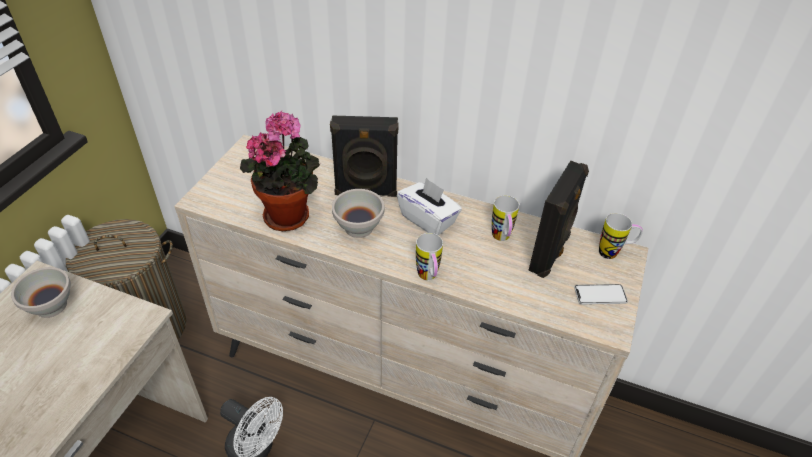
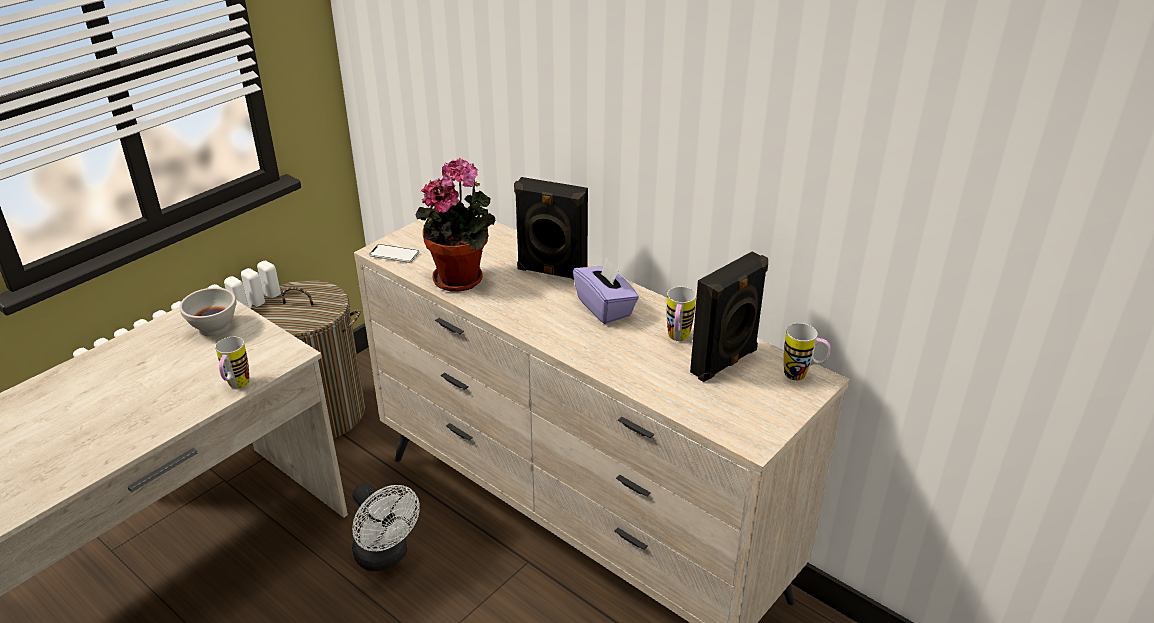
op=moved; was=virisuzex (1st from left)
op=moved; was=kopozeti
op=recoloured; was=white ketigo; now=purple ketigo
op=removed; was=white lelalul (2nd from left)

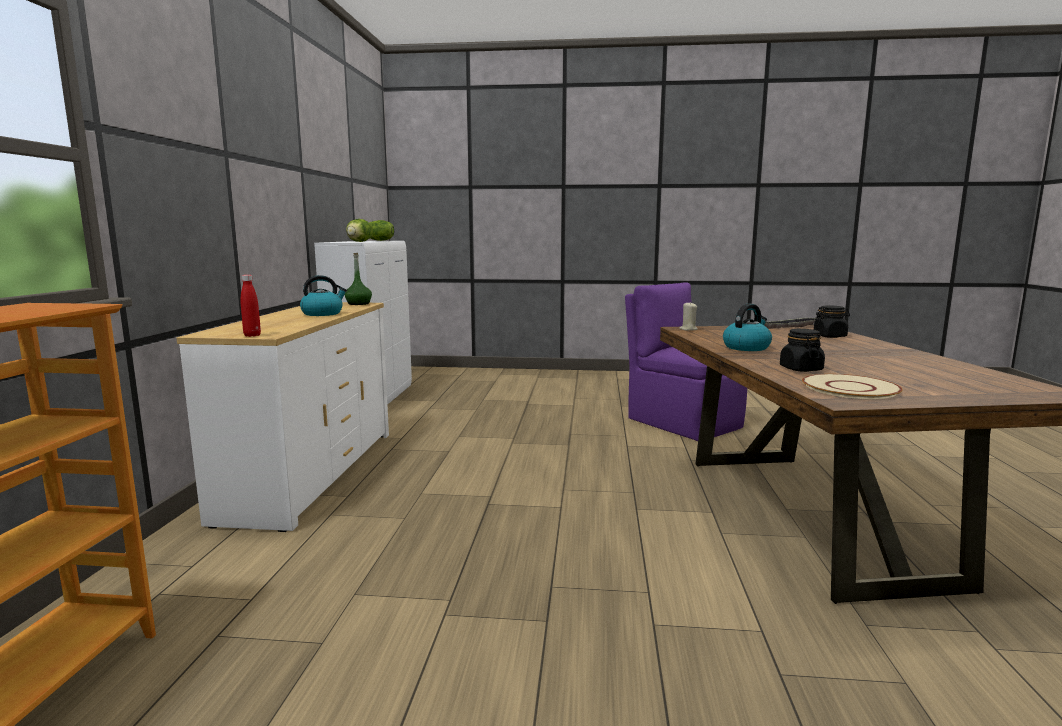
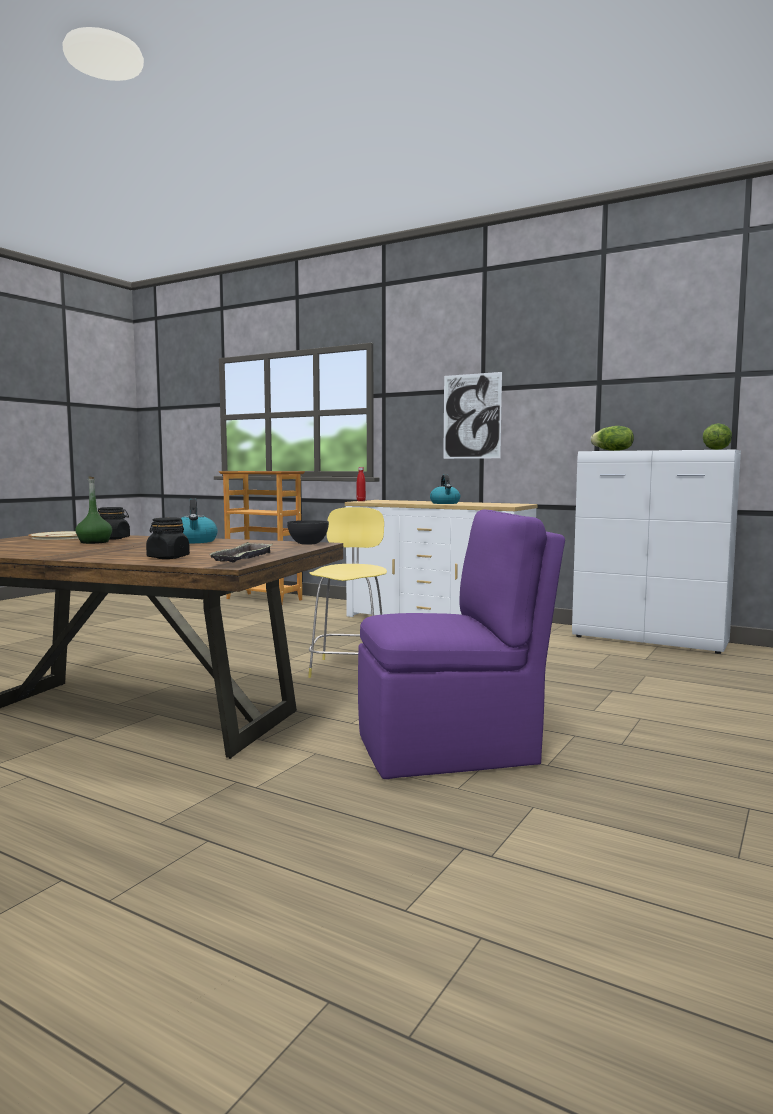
op=moved; was=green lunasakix
op=replaced; was=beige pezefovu; now=grey lelalul
op=added; now=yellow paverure
op=added; now=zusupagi

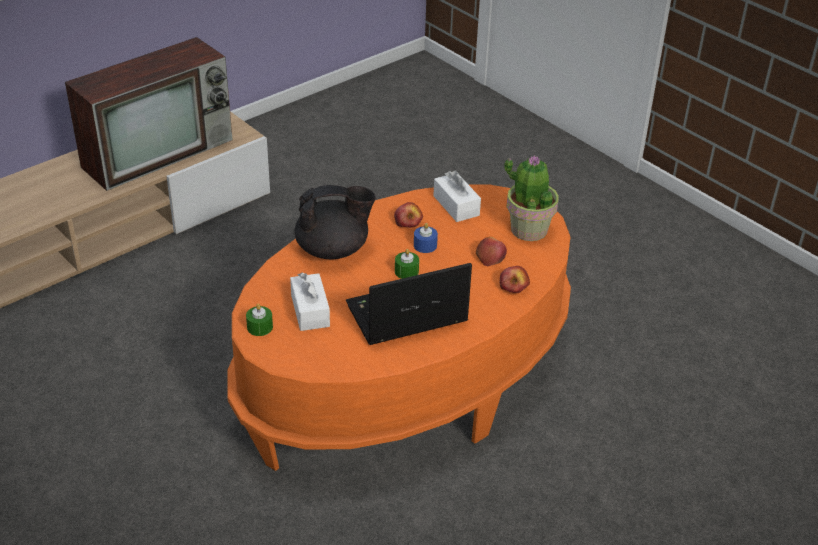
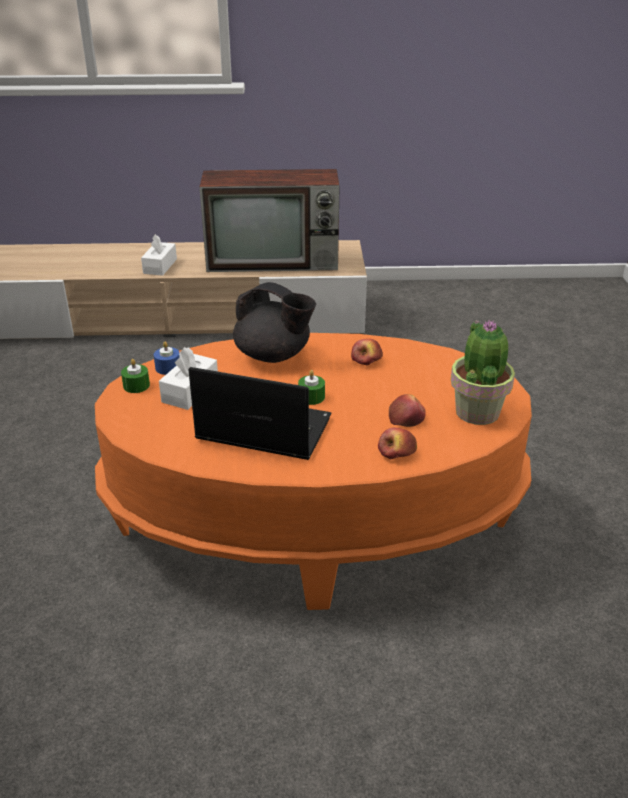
op=moved; was=white ketigo (2nd from left in the first image); now=white ketigo (1st from left)
op=moved; was=blue pezefovu

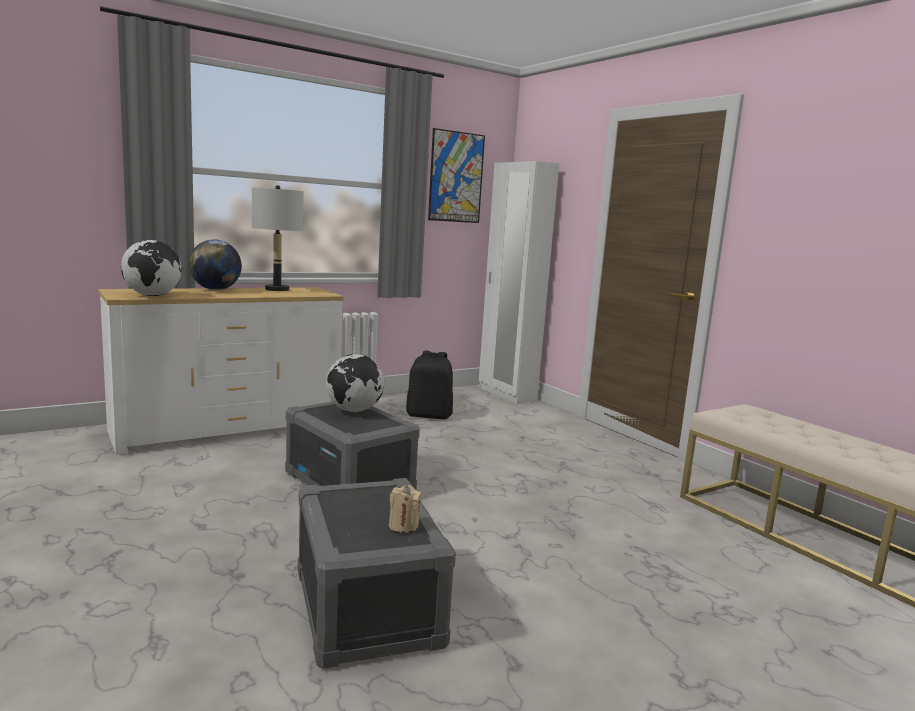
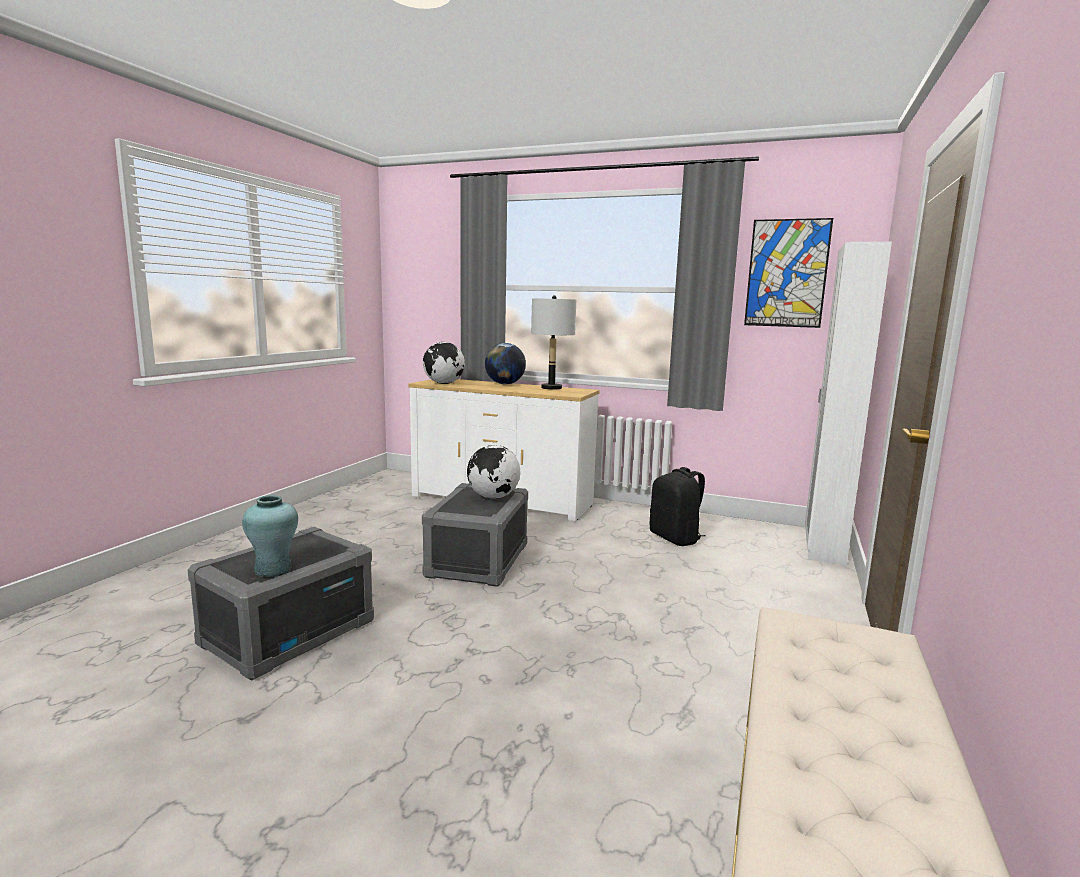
op=replaced; was=beige pezefovu; now=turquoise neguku

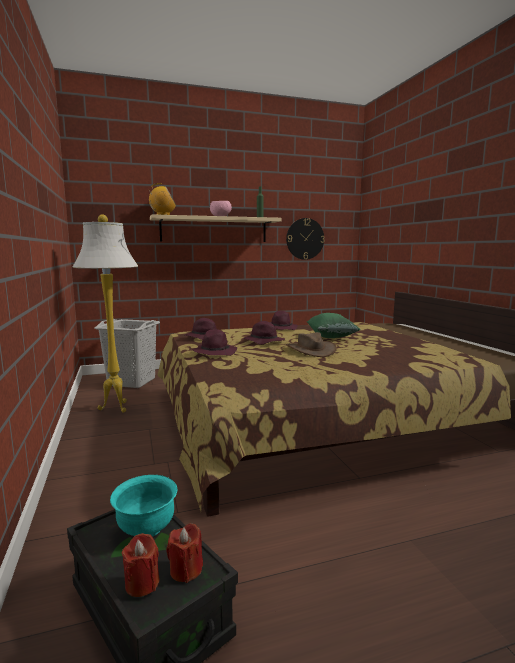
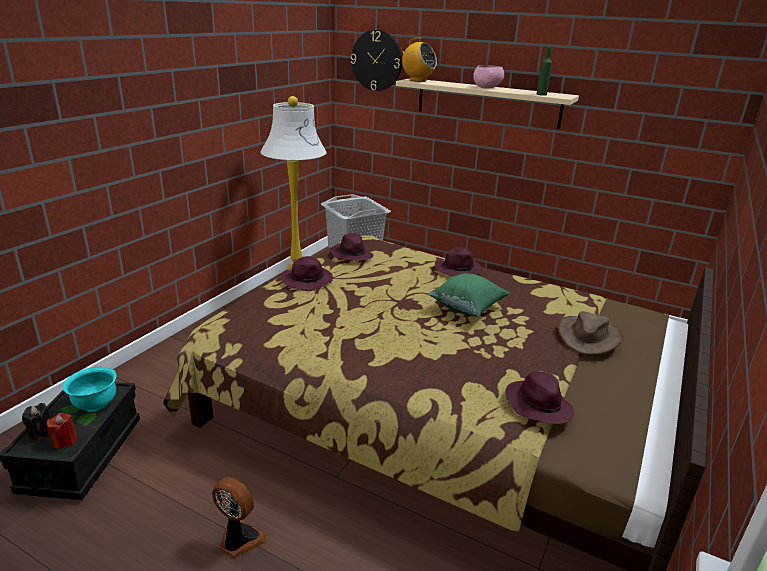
op=recoloured; was=red pezefovu (1st from left); now=black pezefovu
op=added; now=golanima
op=moved; was=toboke
op=moved; was=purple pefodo (3rd from left in the first image); now=purple pefodo (4th from left)
op=moved; was=brown pefodo

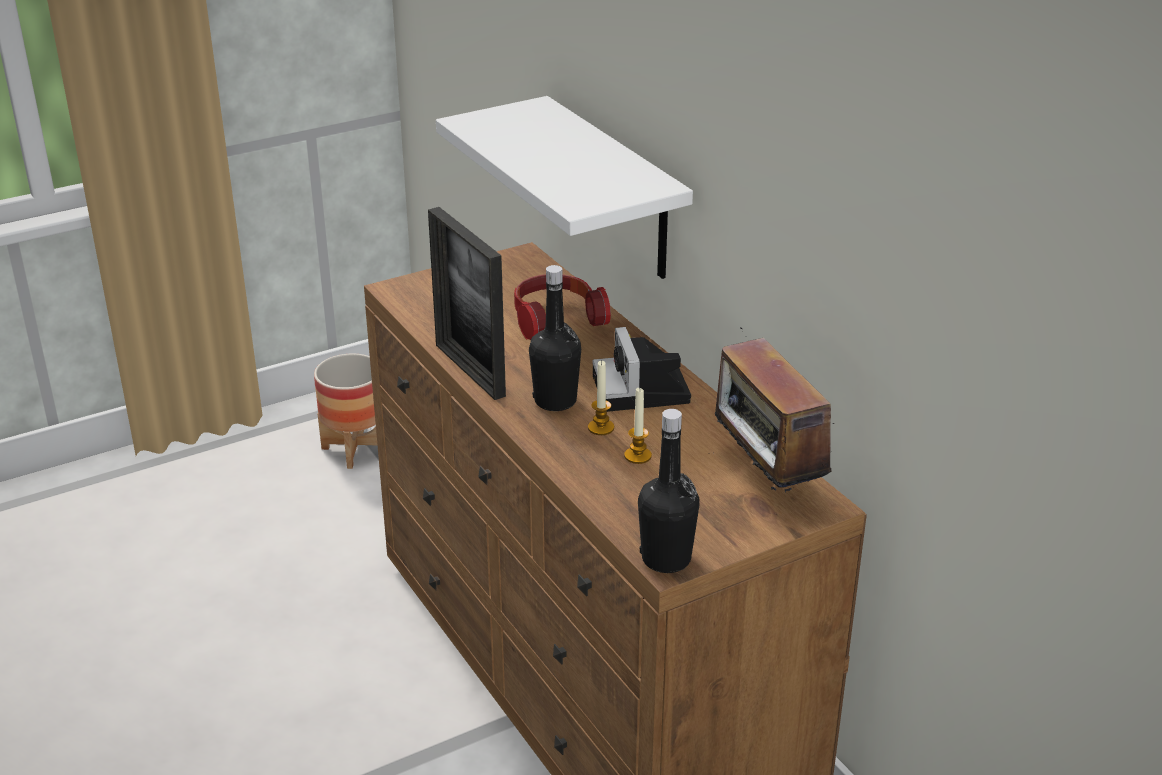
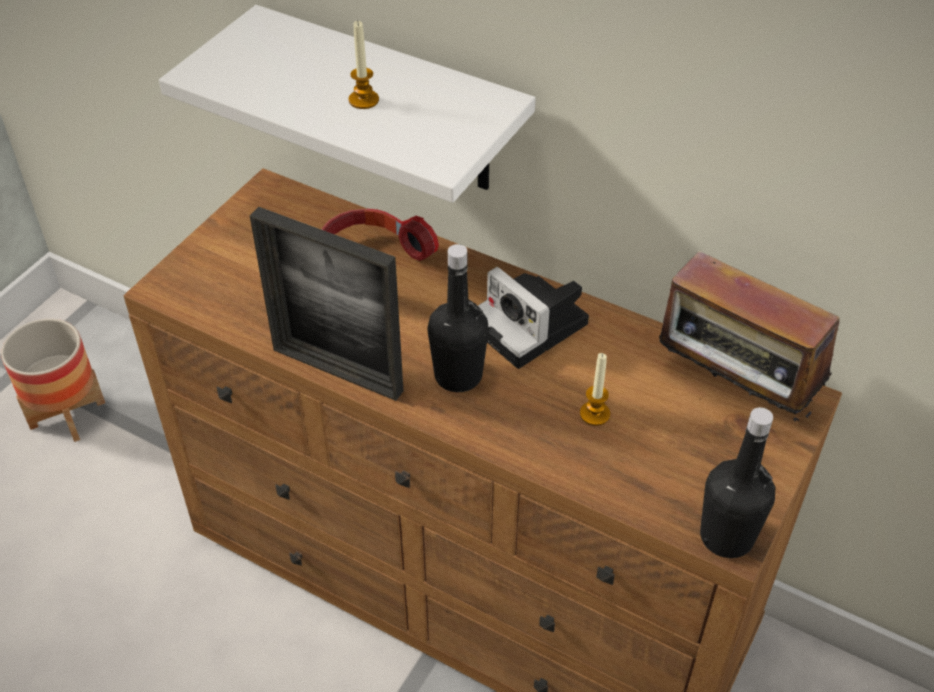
op=moved; was=pezefovu (1st from left)

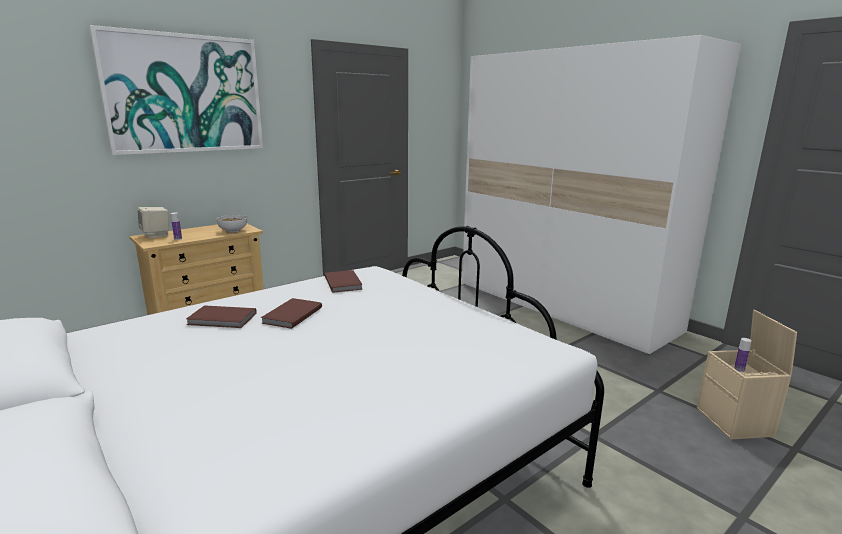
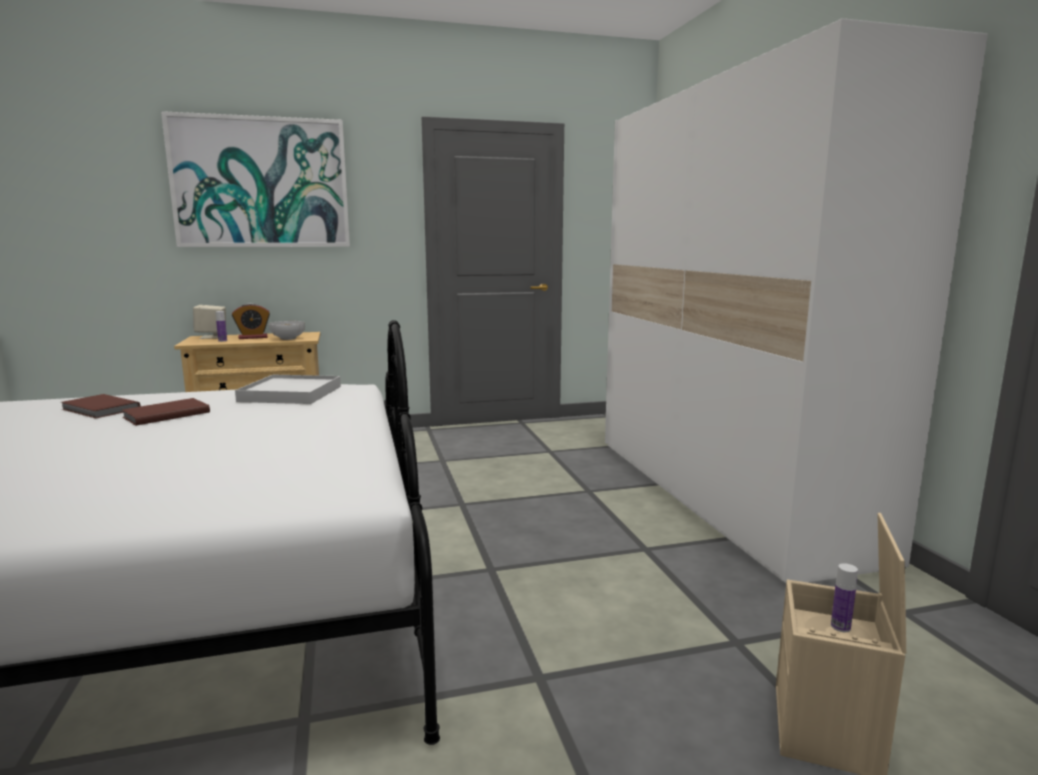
op=added; now=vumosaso
op=replaced; was=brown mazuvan (3rd from left); now=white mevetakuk

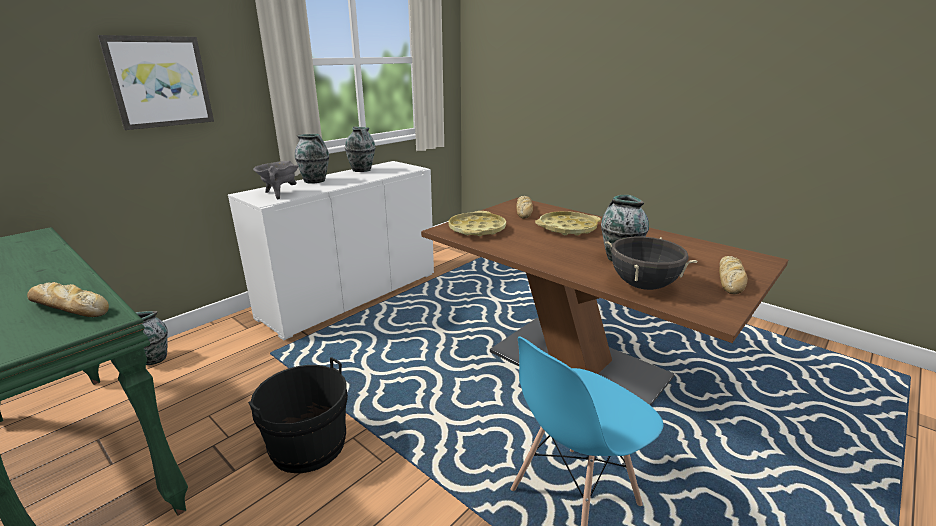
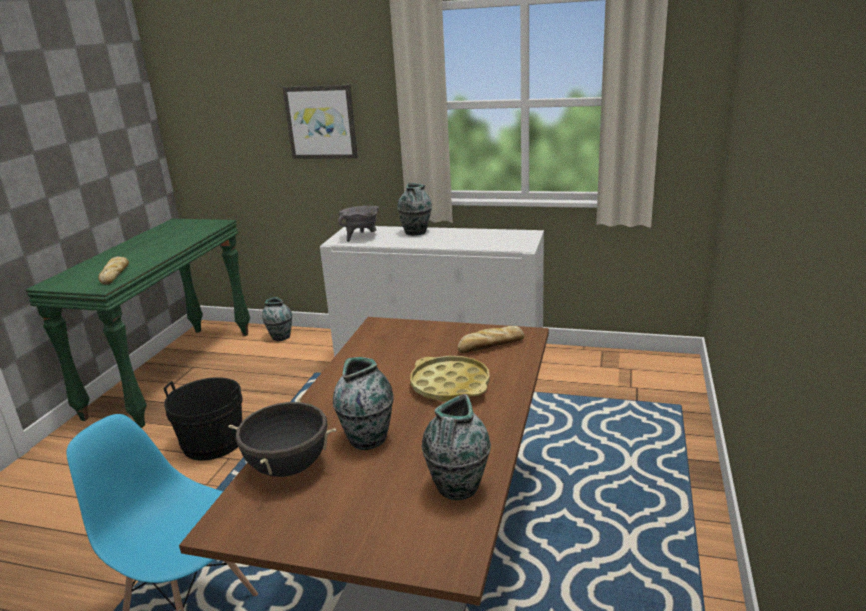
op=moved; was=neguku (3rd from left in the first image); now=neguku (4th from left)
op=removed; was=yellow mevetakuk (1st from left)
op=removed; was=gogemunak (3rd from left)

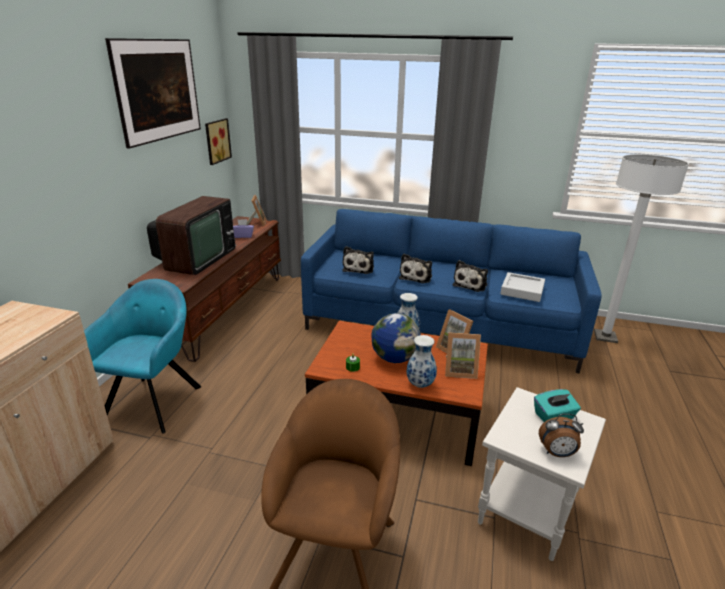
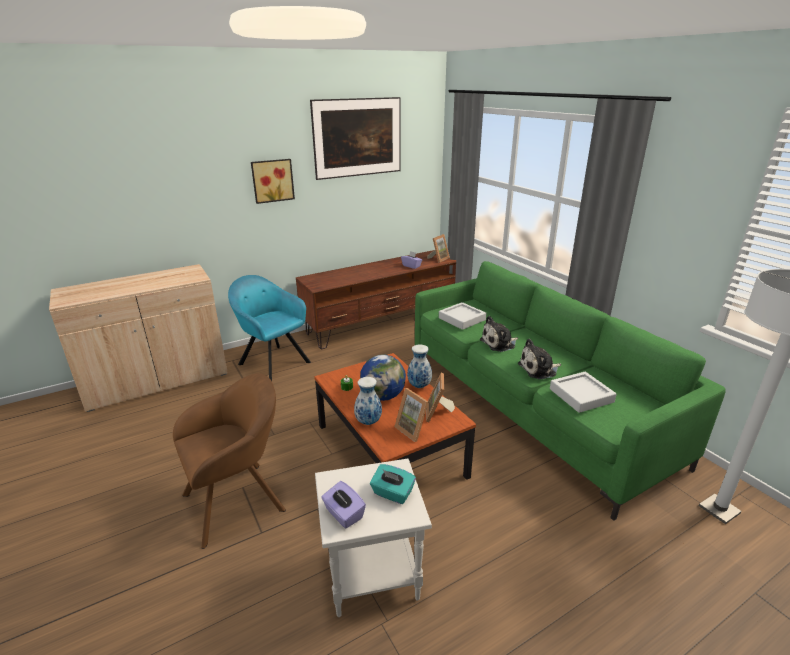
op=turned; was=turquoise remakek; clockwise=-105
op=moved; was=zusupagi (2nd from left in the first image); now=zusupagi (1st from left)
op=replaced; was=vumosaso; now=purple ketigo (1st from left)
op=recoloured; was=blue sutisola; now=green sutisola
op=replaced; was=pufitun (1st from left); now=grey mevetakuk (1st from left)
op=removed; was=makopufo

